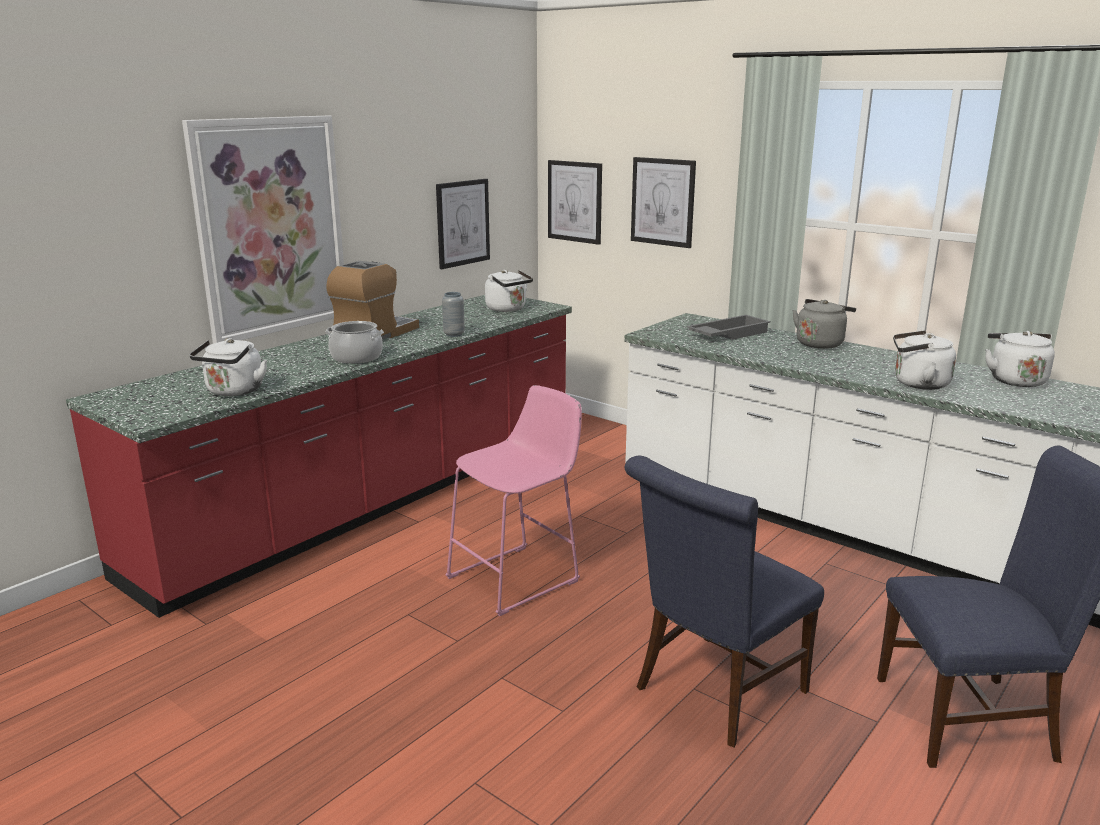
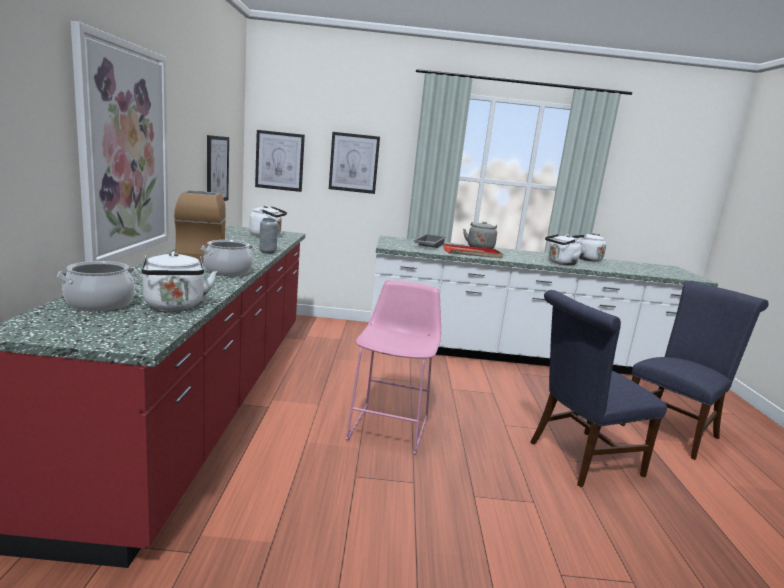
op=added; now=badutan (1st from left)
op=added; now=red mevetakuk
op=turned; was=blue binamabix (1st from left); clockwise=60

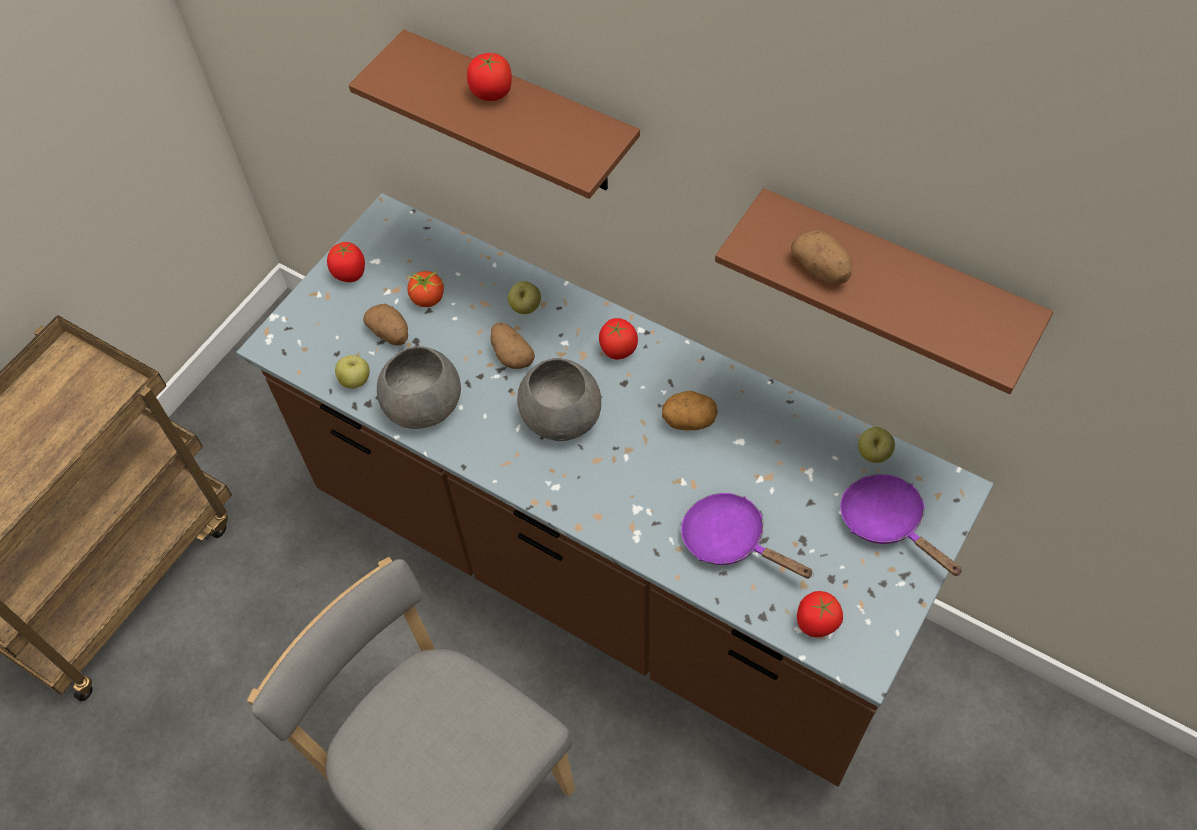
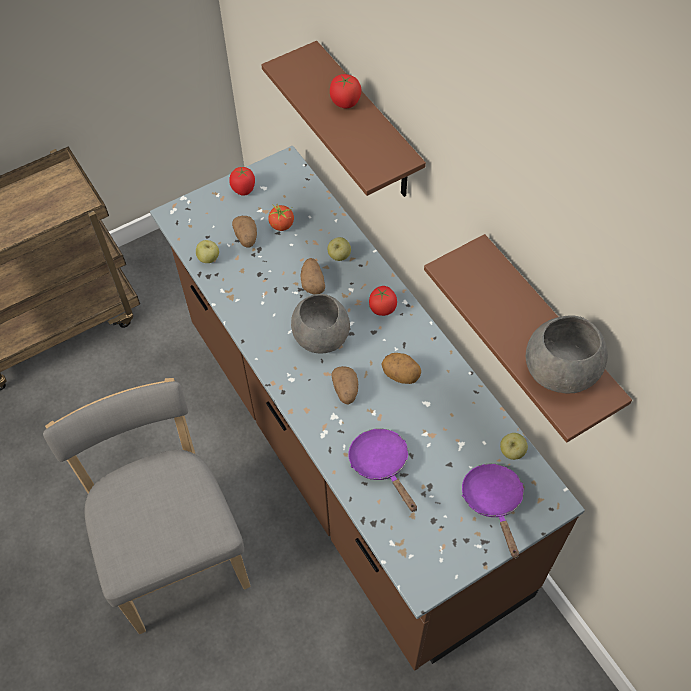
op=moved; was=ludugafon (4th from left in the first image); now=ludugafon (3rd from left)
op=moved; was=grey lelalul (1st from left in the first image); now=grey lelalul (2nd from left)
op=removed; was=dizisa (5th from left)

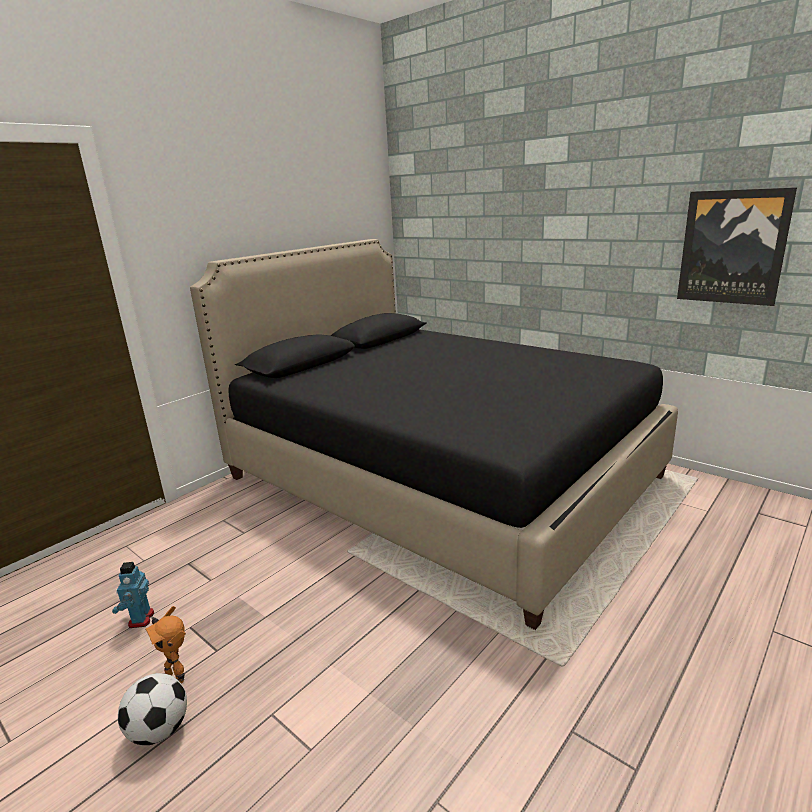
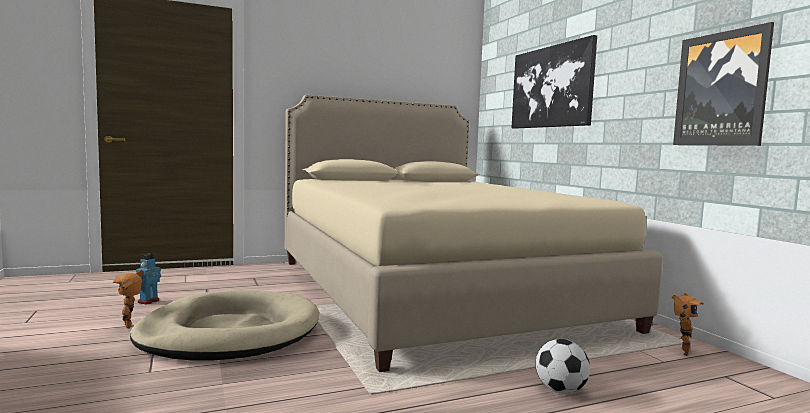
op=added; now=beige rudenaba
op=recoloured; was=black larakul; now=beige larakul
op=added; now=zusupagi (1st from left)
op=moved; was=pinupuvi
op=added; now=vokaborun (3rd from left)

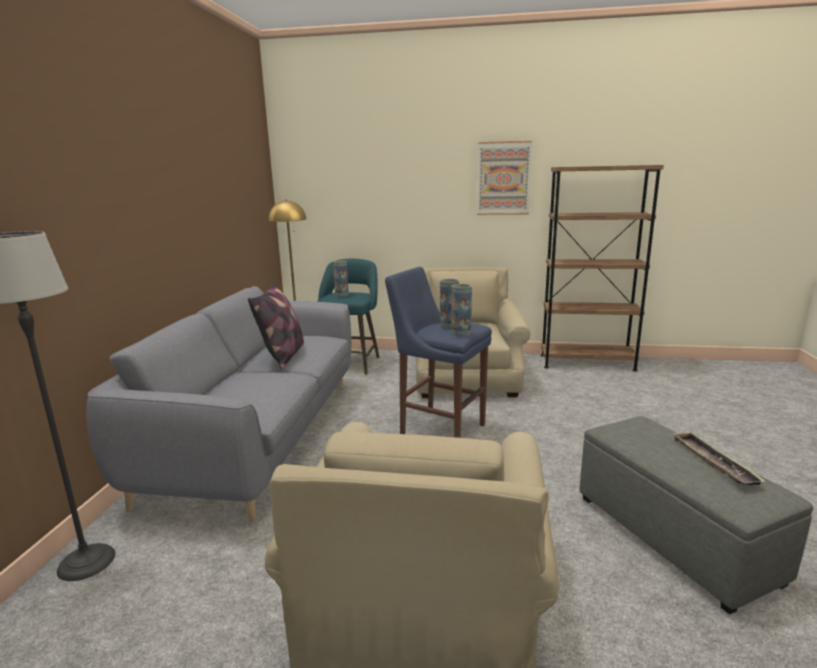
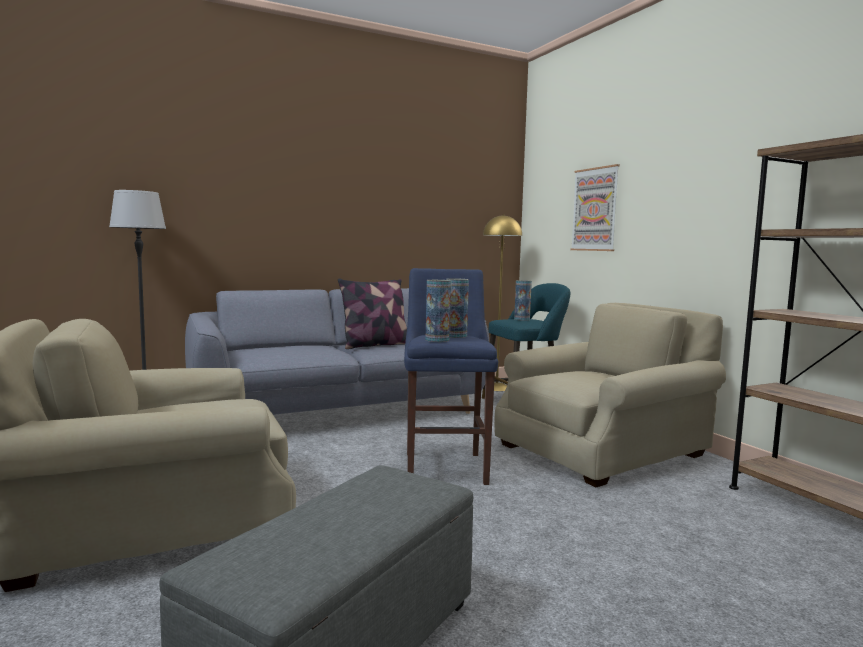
op=moved; was=zusupagi
op=removed; was=mevetakuk

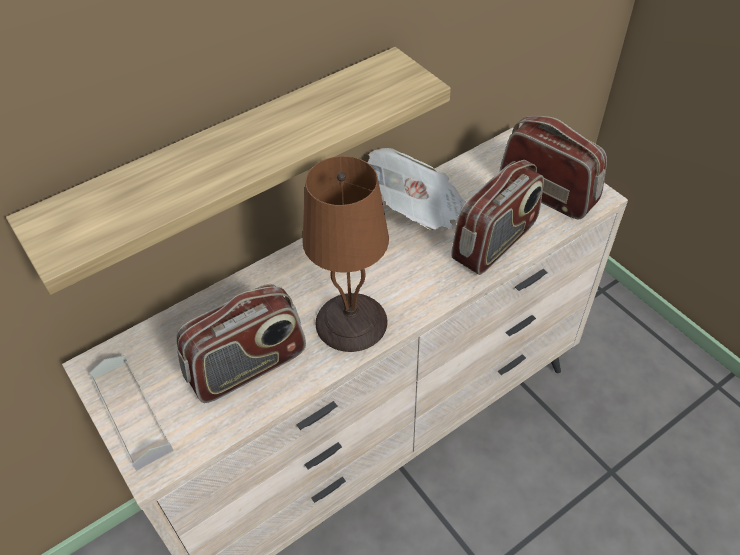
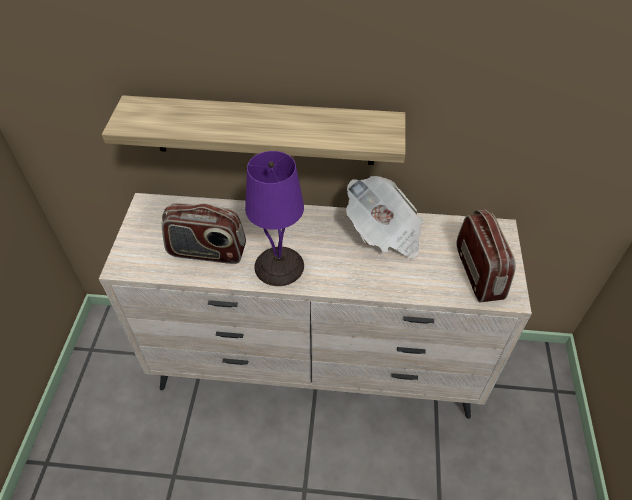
op=recoloured; was=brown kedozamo; now=purple kedozamo
op=removed; was=grey mevetakuk
op=removed; was=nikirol (2nd from left)

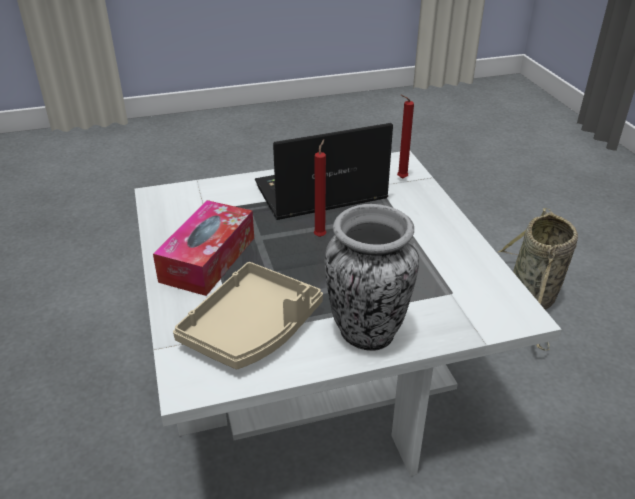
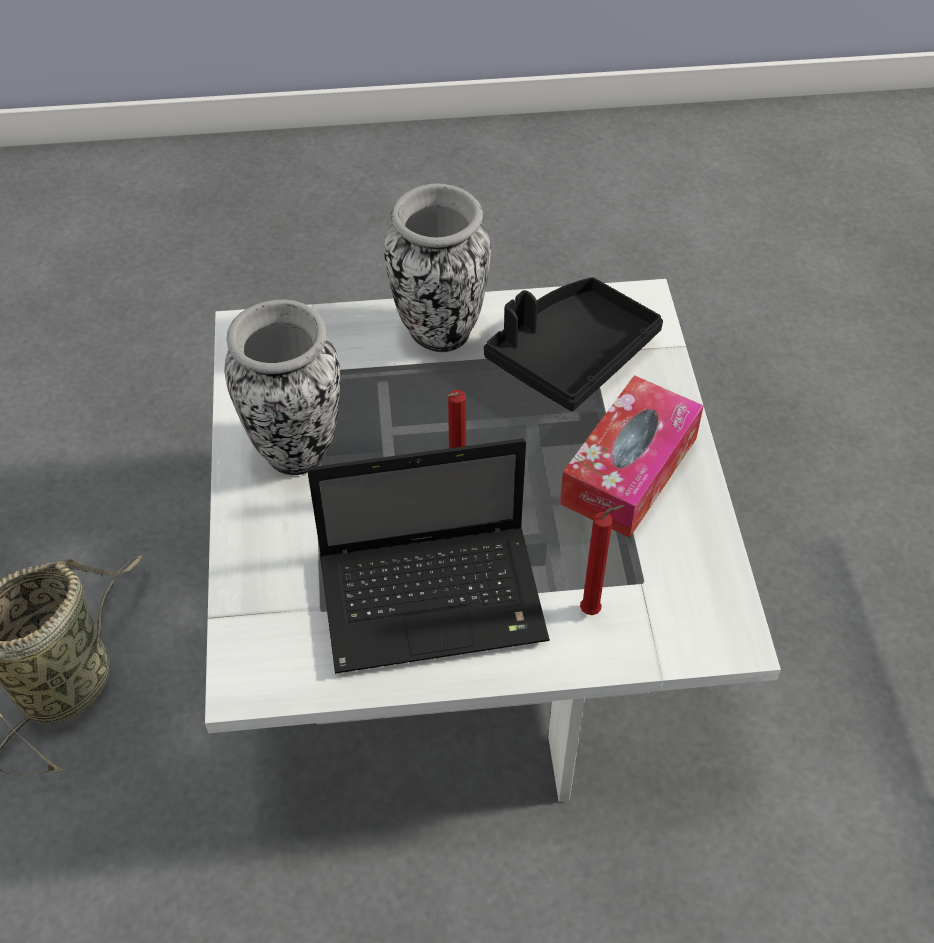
op=added; now=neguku (1st from left)
op=recoloured; was=beige mevetakuk; now=black mevetakuk
op=moved; was=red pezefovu (2nd from left)

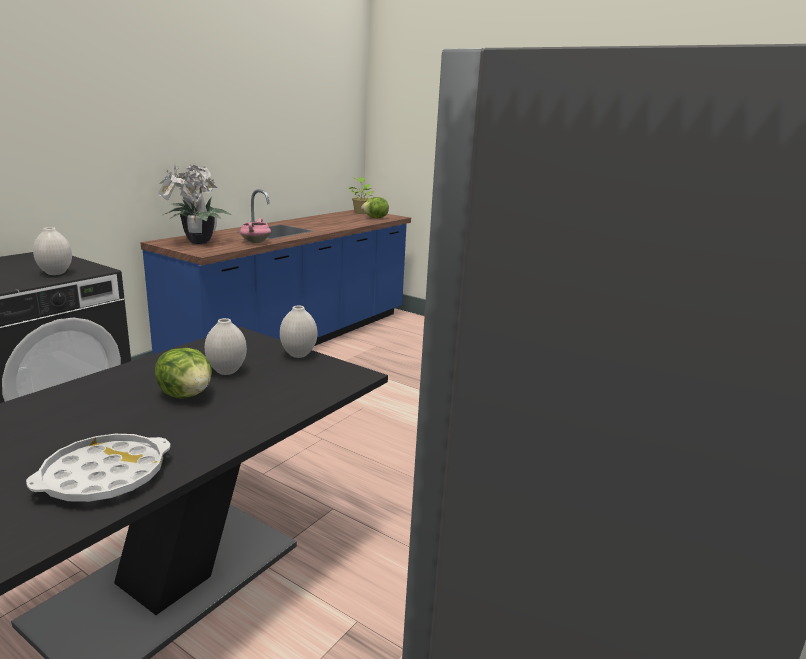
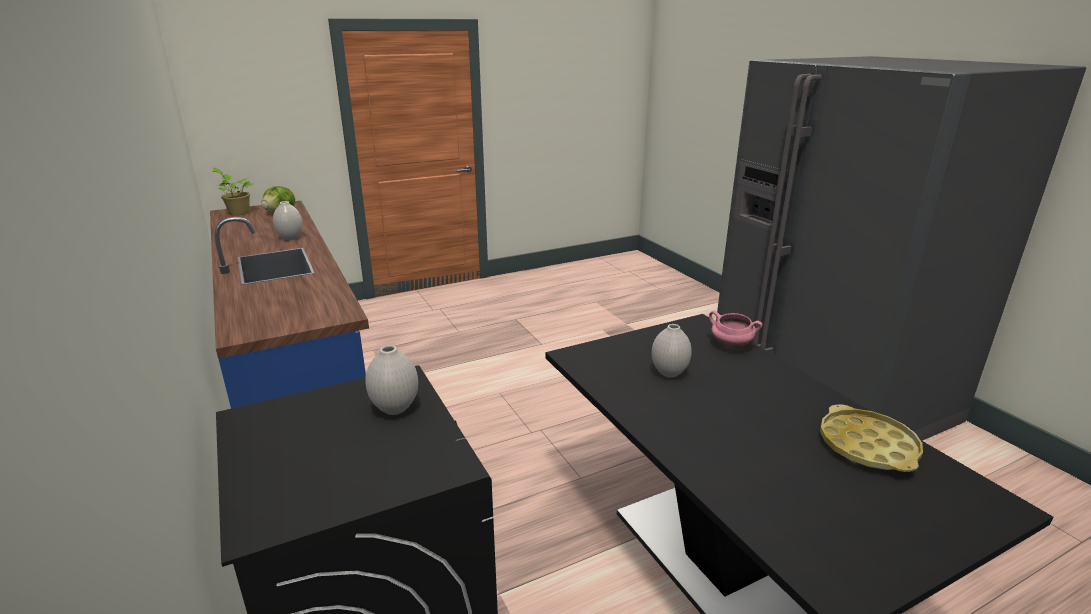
op=moved; was=white neguku (3rd from left in the first image); now=white neguku (1st from left)
op=moved; was=pink badutan
op=recoloured; was=white mevetakuk; now=yellow mevetakuk
op=removed; was=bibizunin (1st from left)
op=removed; was=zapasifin (1st from left)

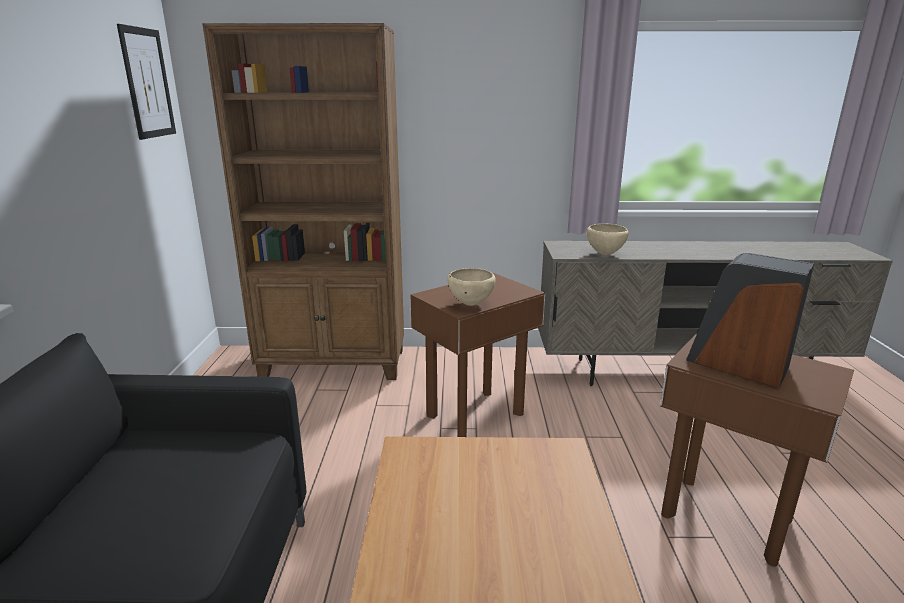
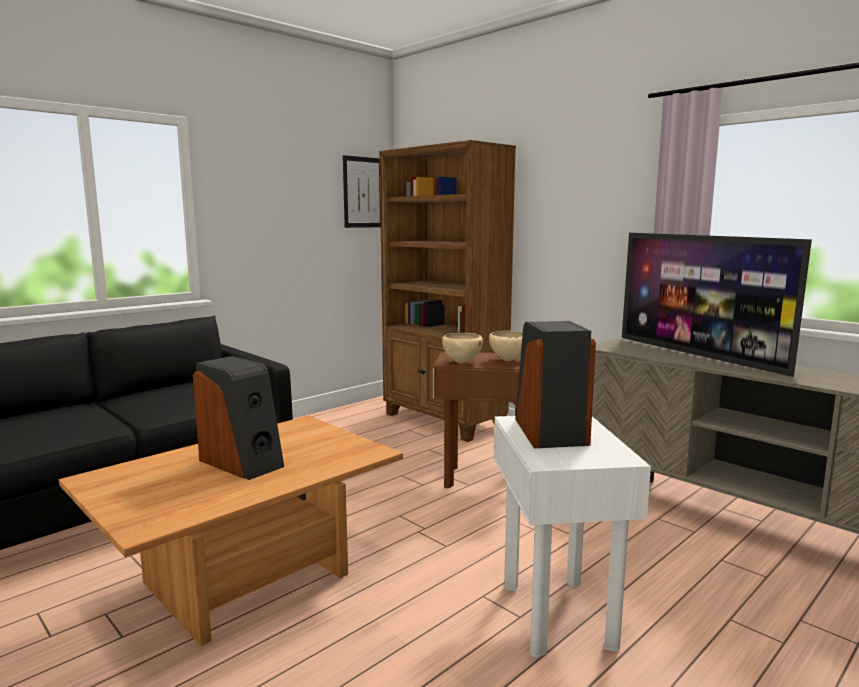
op=added; now=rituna (1st from left)
op=moved; was=beige lelalul (2nd from left)
op=recoloured; was=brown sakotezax (2nd from left); now=white sakotezax
op=added; now=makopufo

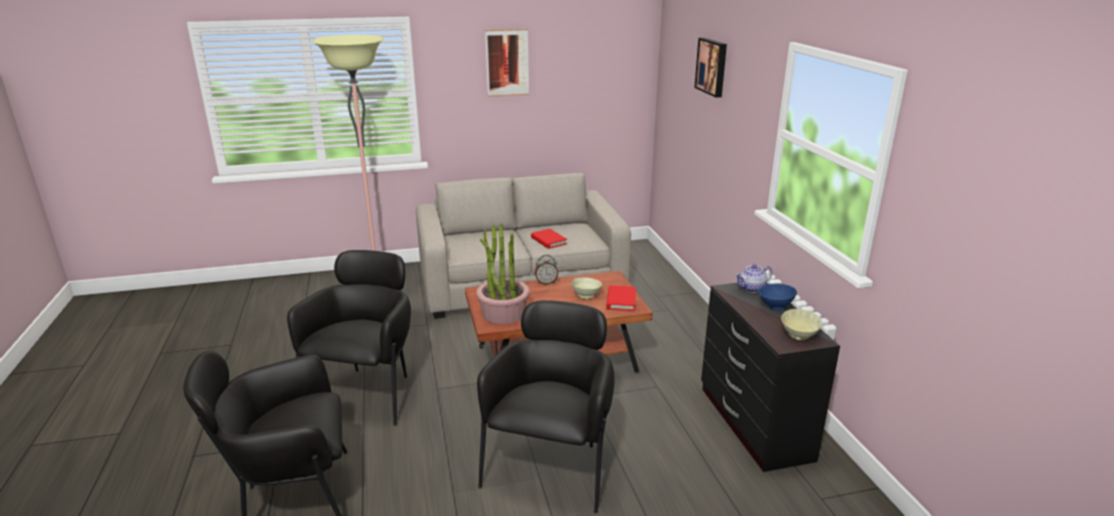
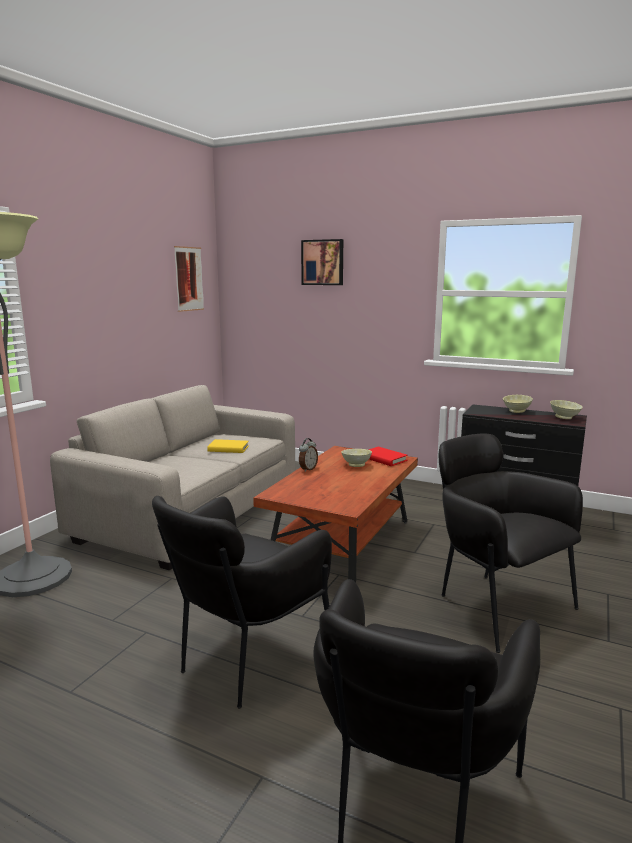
op=turned; was=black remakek (2nd from left in the first image); clockwise=-105
op=moved; was=zusupagi (1st from left)
op=recoloured; was=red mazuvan (1st from left); now=yellow mazuvan
op=recoloured; was=blue lelalul; now=beige lelalul (2nd from left)
op=removed; was=zapasifin
op=removed; was=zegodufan

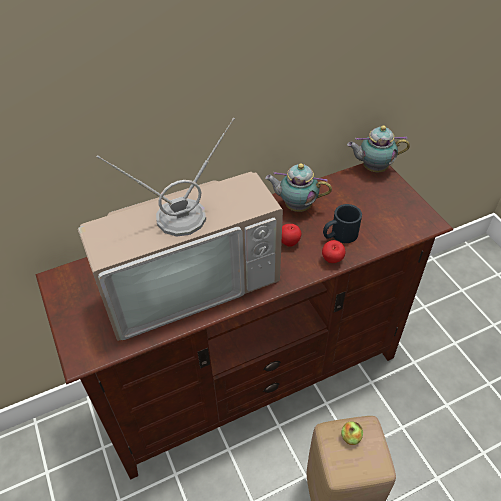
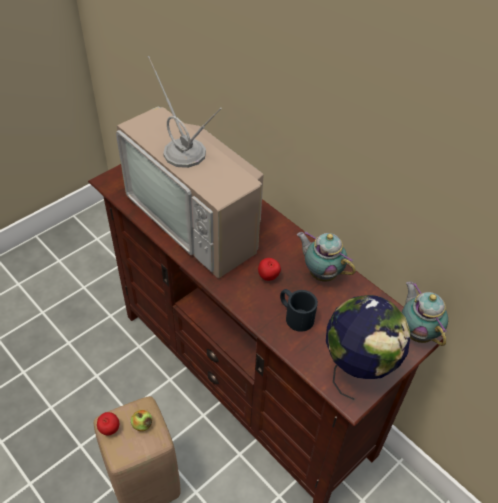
op=moved; was=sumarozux (2nd from left in the first image); now=sumarozux (1st from left)
op=turned; was=zegodufan (1st from left); clockwise=-45
op=added; now=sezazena

